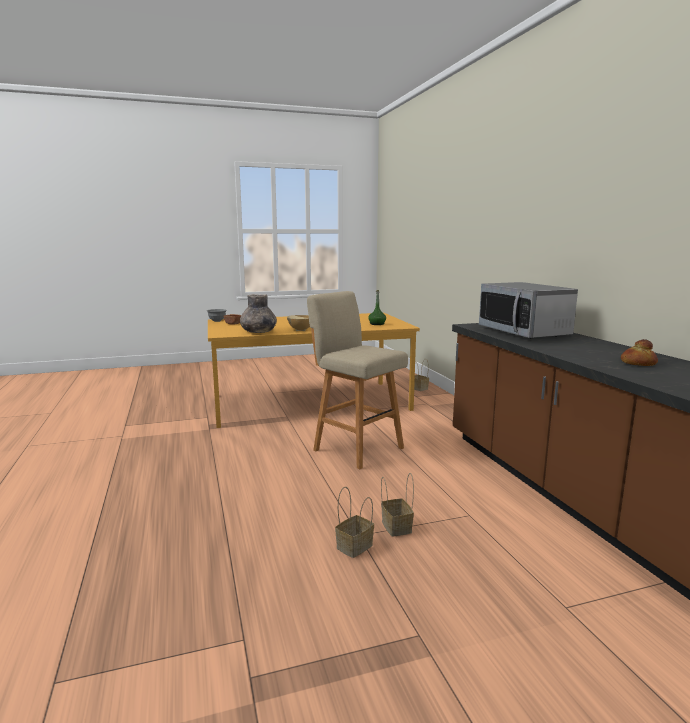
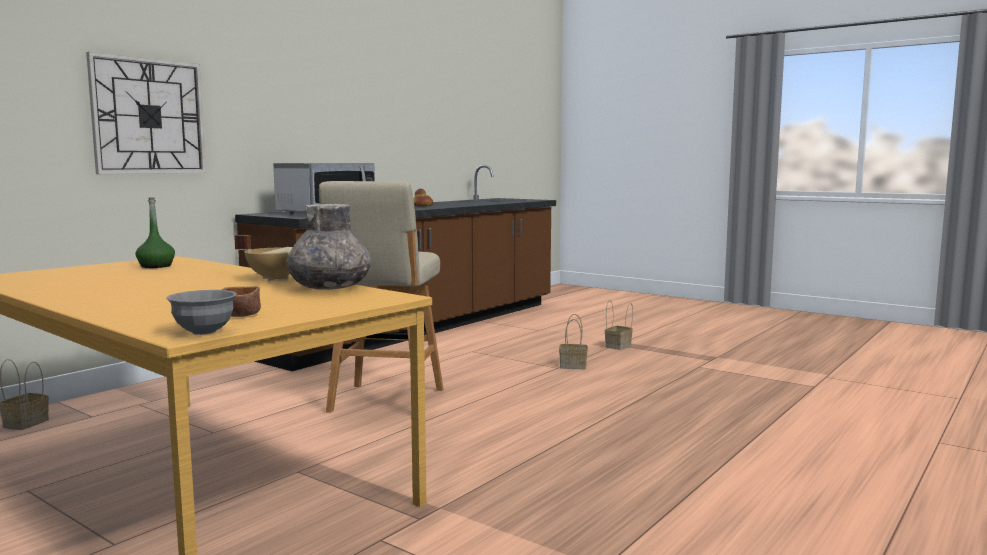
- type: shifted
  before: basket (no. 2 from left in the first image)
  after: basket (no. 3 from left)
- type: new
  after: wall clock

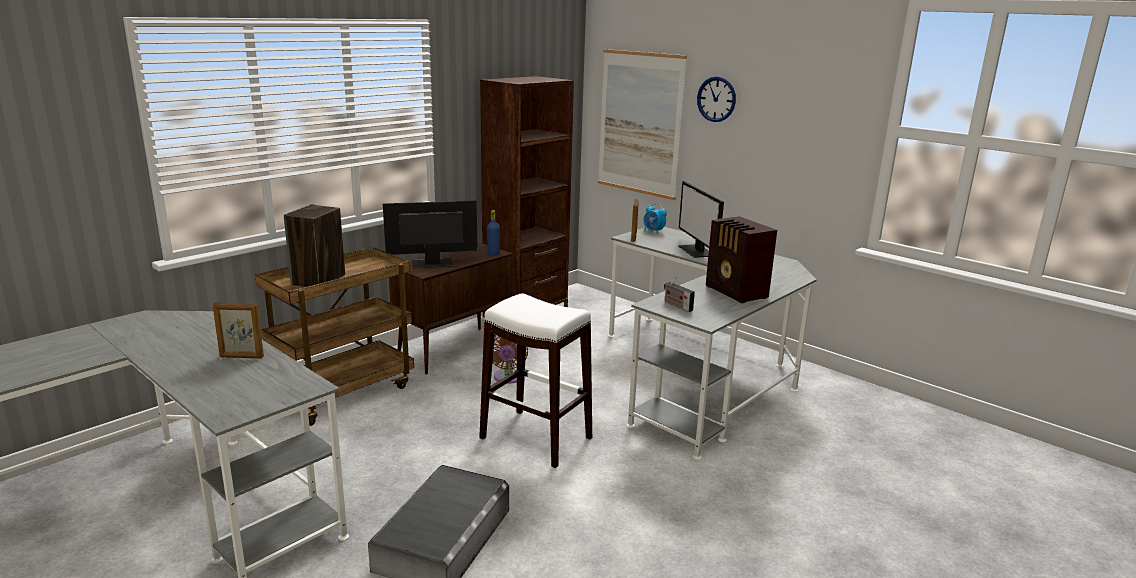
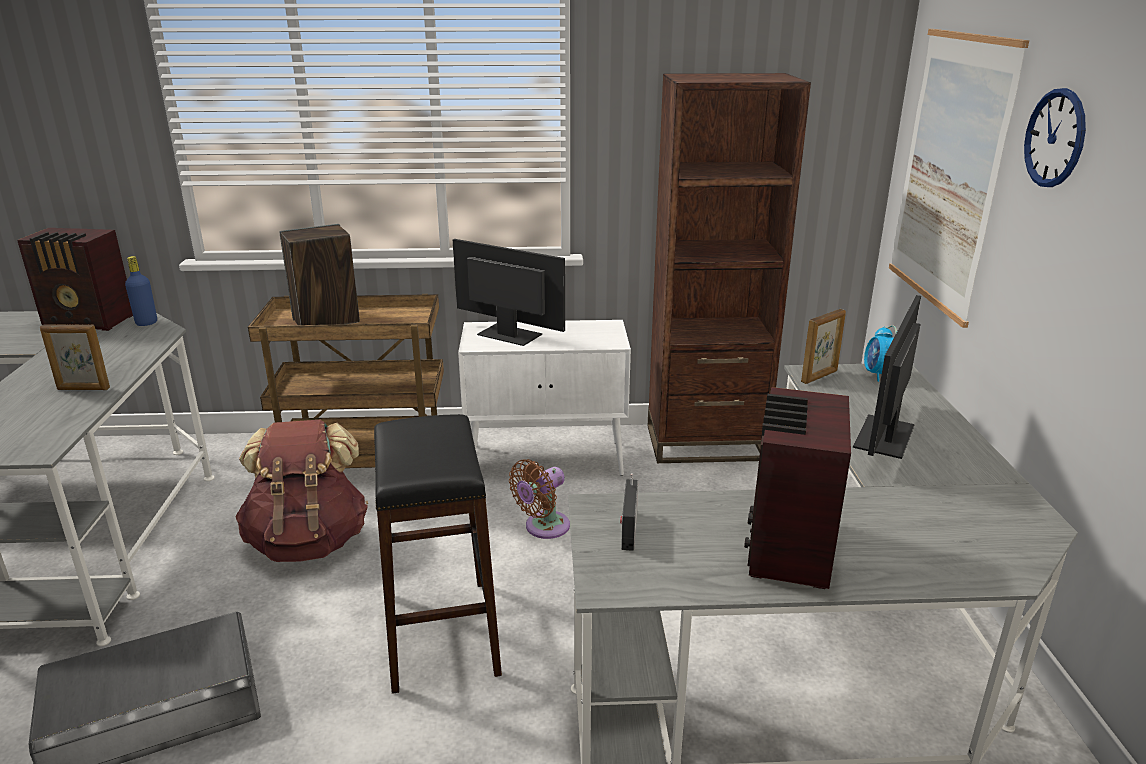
- type: rotated
  before: picture frame (no. 1 from left)
  turn: -45
- type: repainted
  before: cabinet/brown
  after: cabinet/white
- type: repainted
  before: stool/white
  after: stool/black
- type: shifted
  before: bottle/blue
- type: new
  after: radio (no. 1 from left)
- type: new
  after: backpack/brown

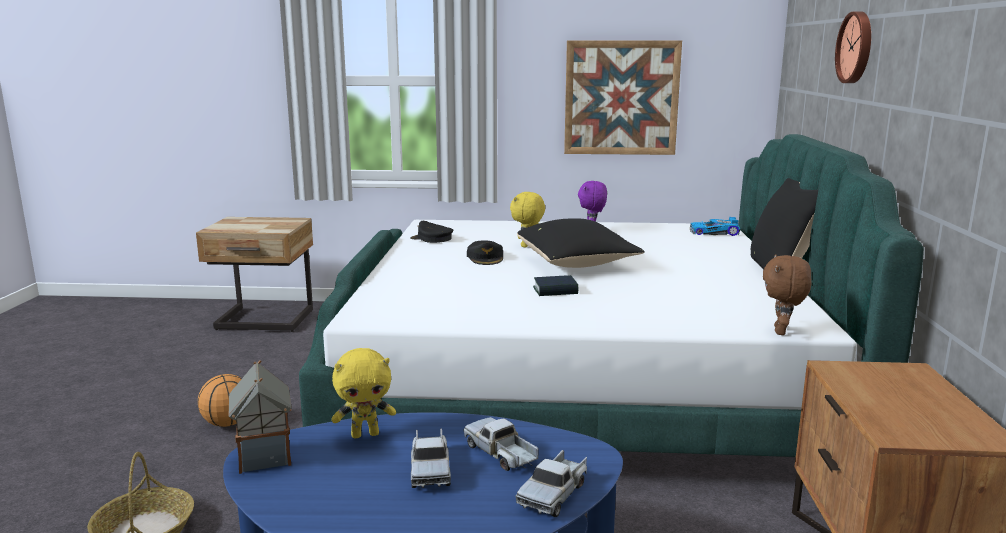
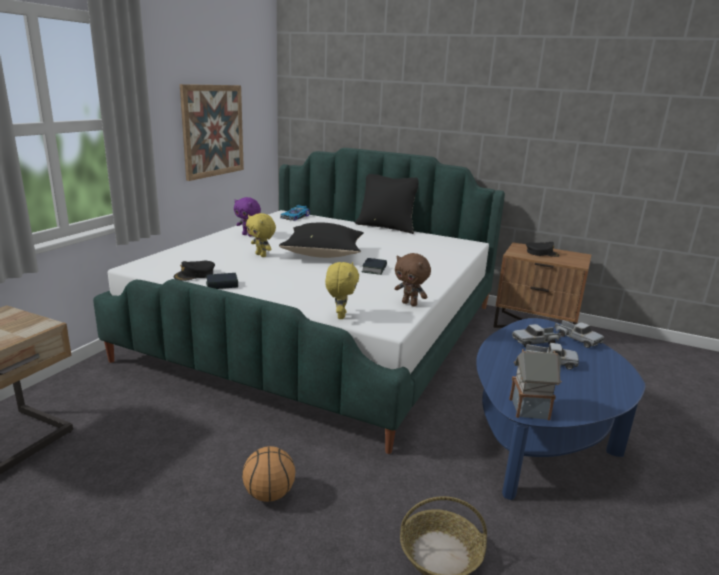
- type: shifted
  before: plush toy/yellow (no. 1 from left in the first image)
  after: plush toy/yellow (no. 2 from left)
- type: shifted
  before: cap/black (no. 2 from left)
- type: shifted
  before: plush toy/brown
- type: gone
  before: wall clock
- type: new
  after: book (no. 1 from left)

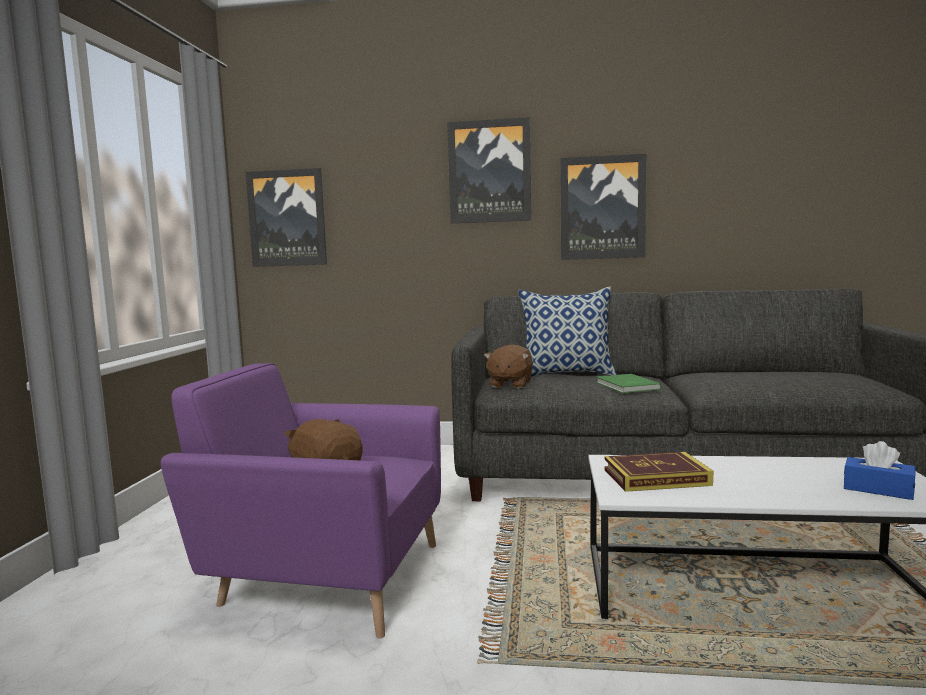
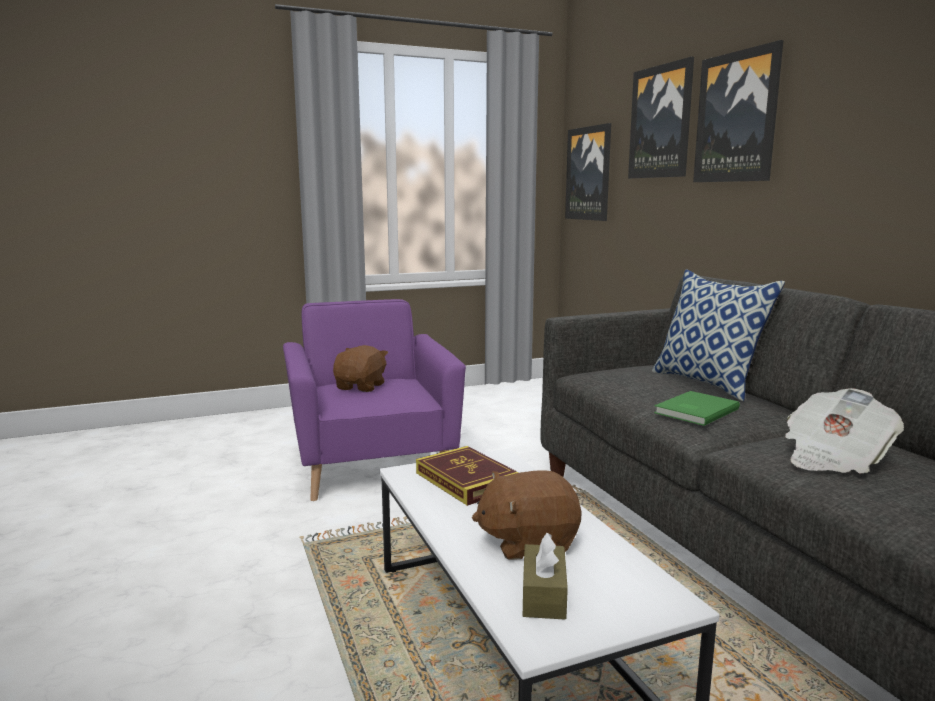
- type: shifted
  before: plush toy/brown (no. 2 from left)
- type: shifted
  before: picture (no. 3 from left in the first image)
  after: picture (no. 2 from left)
- type: repainted
  before: tissue box/blue
  after: tissue box/brown
- type: new
  after: newspaper

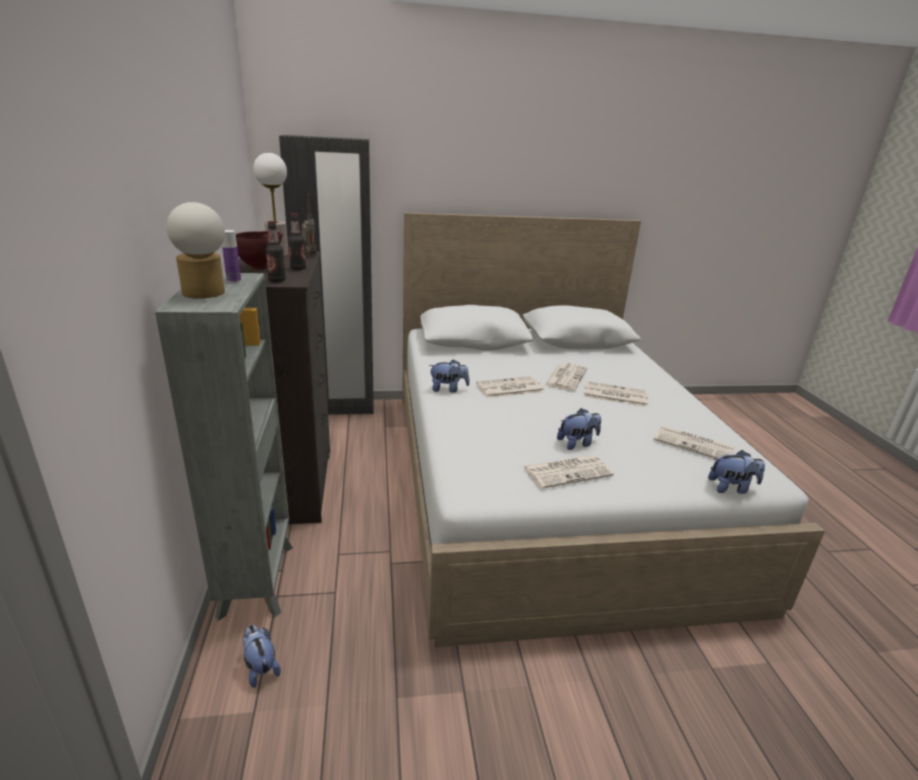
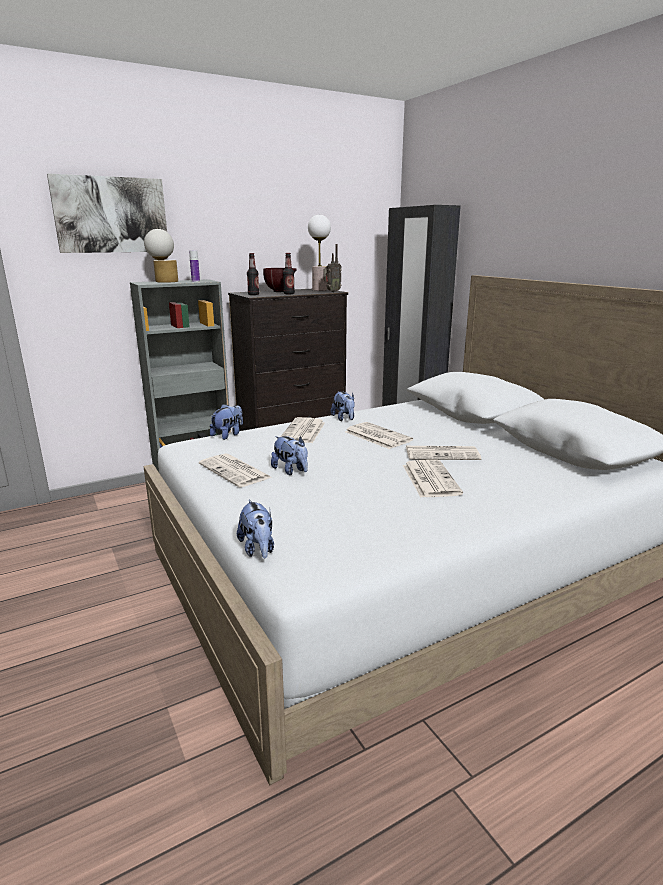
- type: shifted
  before: plush toy (no. 1 from left)
- type: shifted
  before: newspaper (no. 5 from left in the first image)
  after: newspaper (no. 2 from left)
- type: new
  after: picture

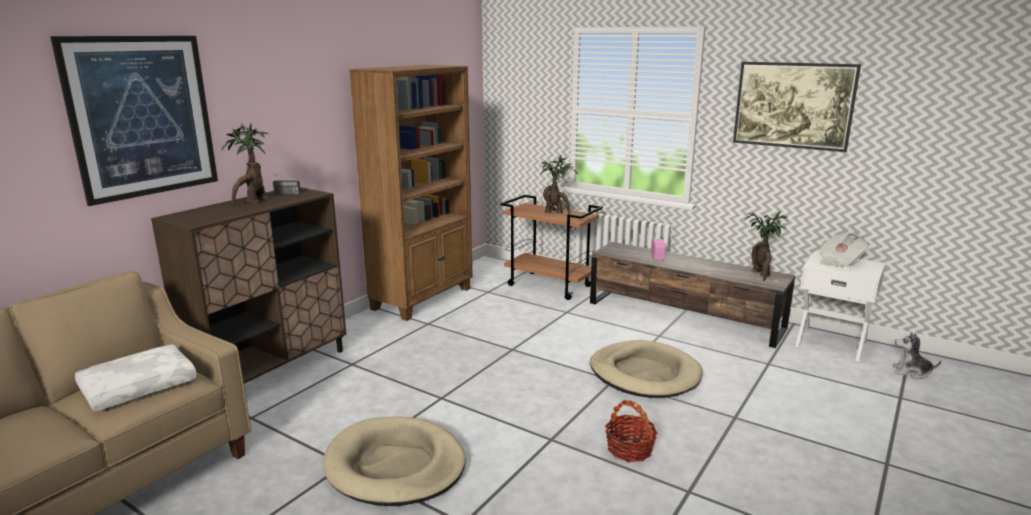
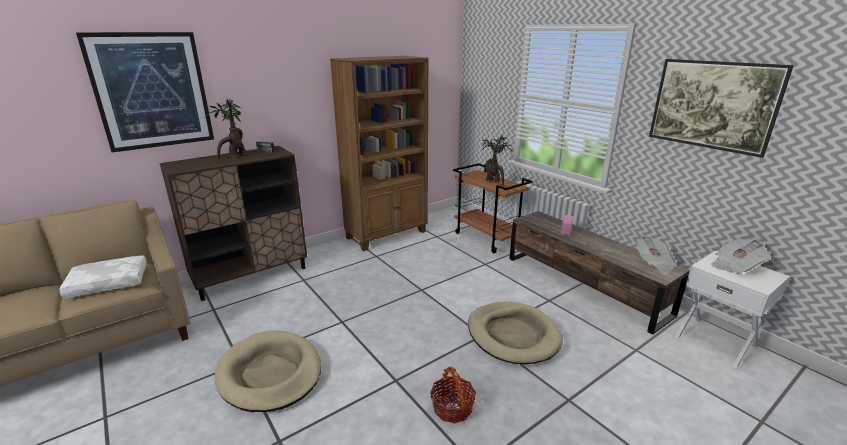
- type: swapped
  before: potted plant (no. 3 from left)
  after: newspaper (no. 1 from left)
- type: gone
  before: plush toy

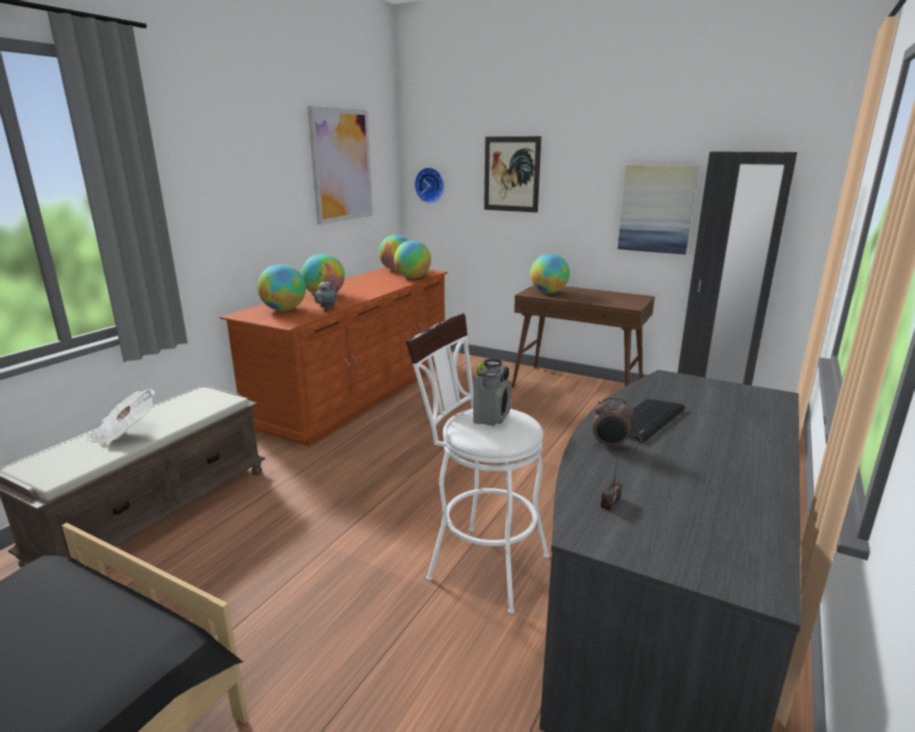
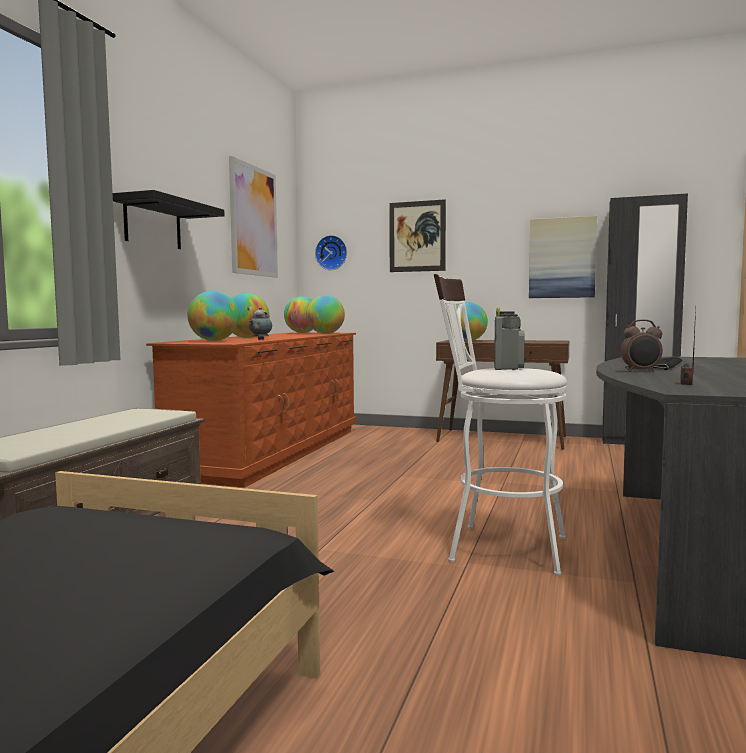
- type: gone
  before: newspaper
- type: new
  after: shelf/black

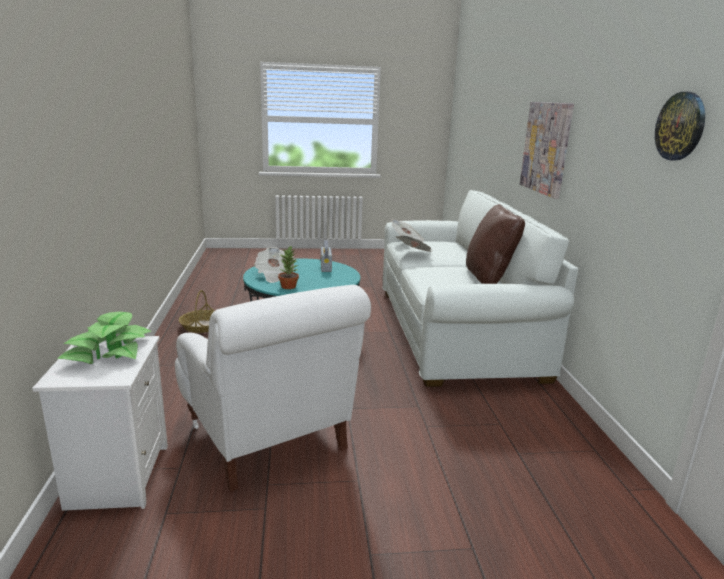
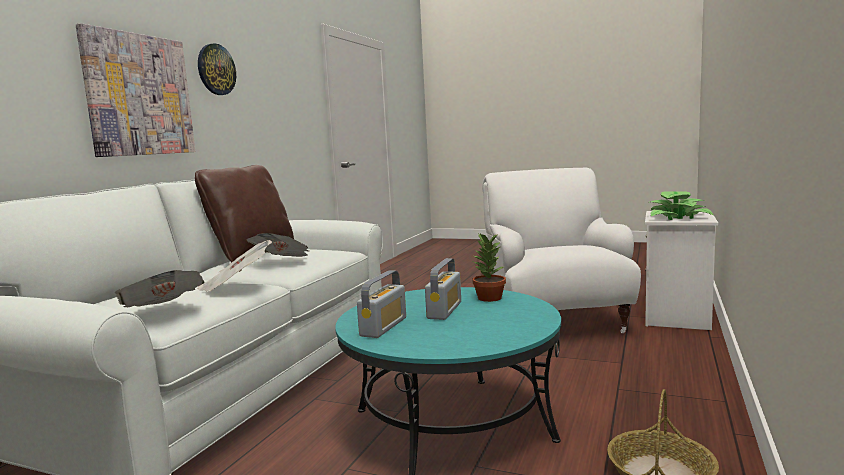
- type: shifted
  before: newspaper (no. 1 from left in the first image)
  after: newspaper (no. 3 from left)
- type: shifted
  before: wall clock
- type: new
  after: radio (no. 2 from left)

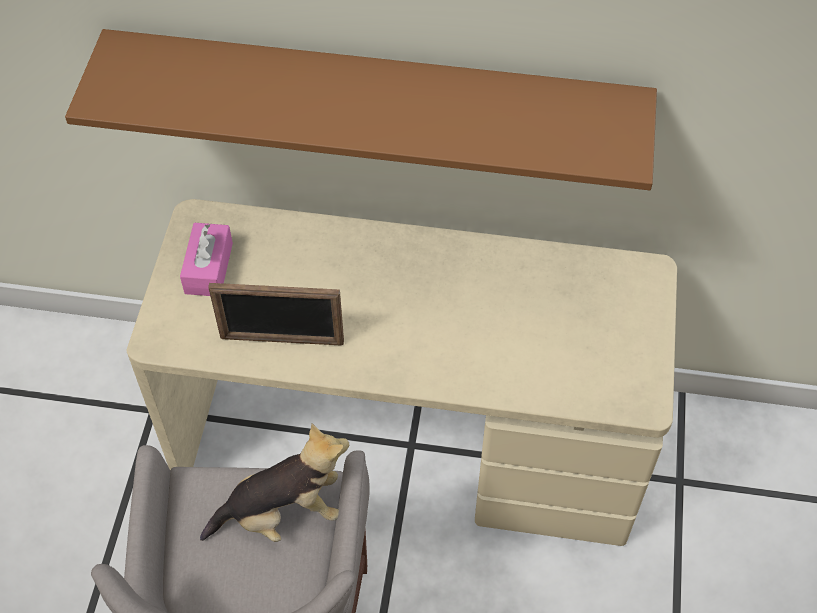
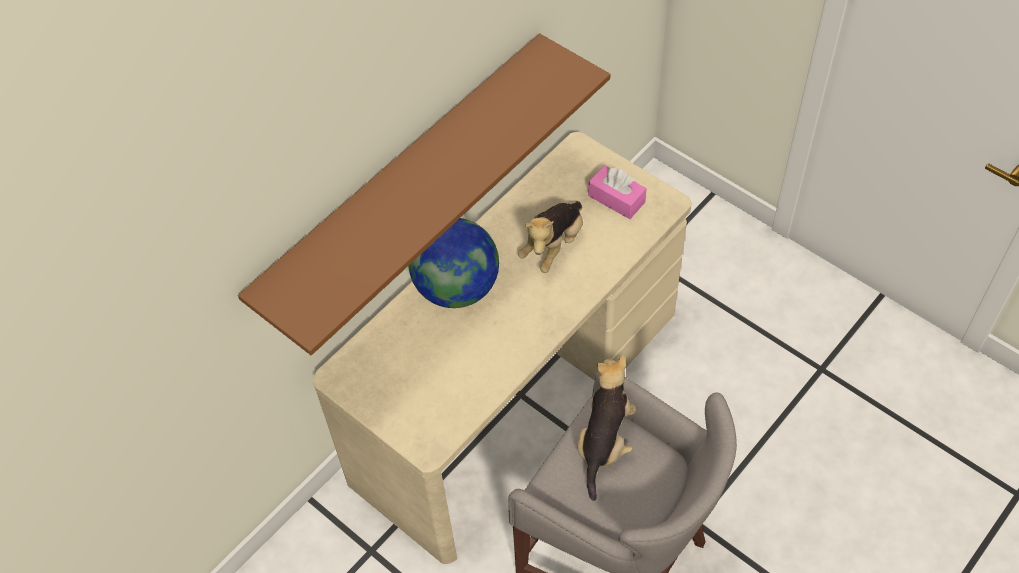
- type: shifted
  before: tissue box/pink
- type: gone
  before: picture frame
- type: new
  after: globe
- type: new
  after: plush toy (no. 1 from left)

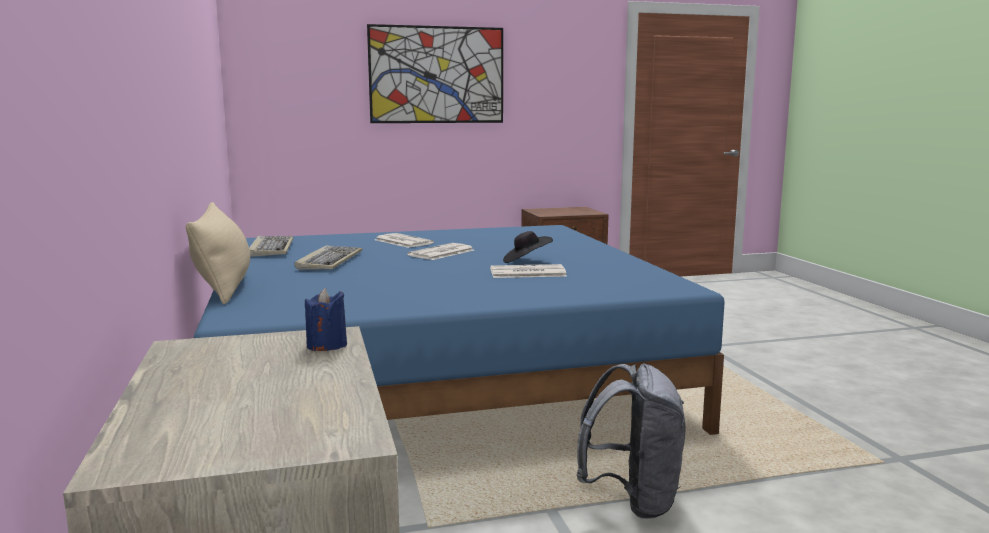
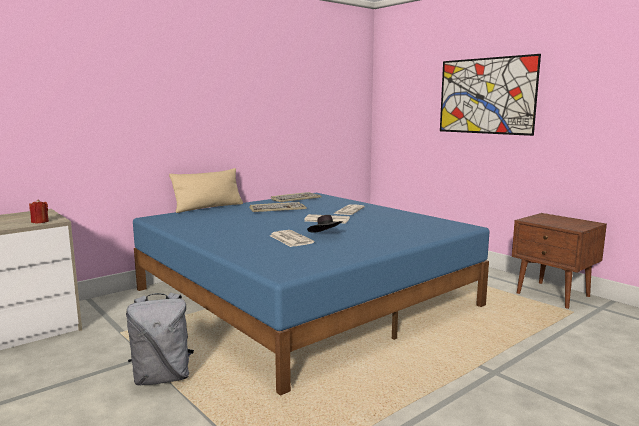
- type: repainted
  before: candle/blue
  after: candle/red

